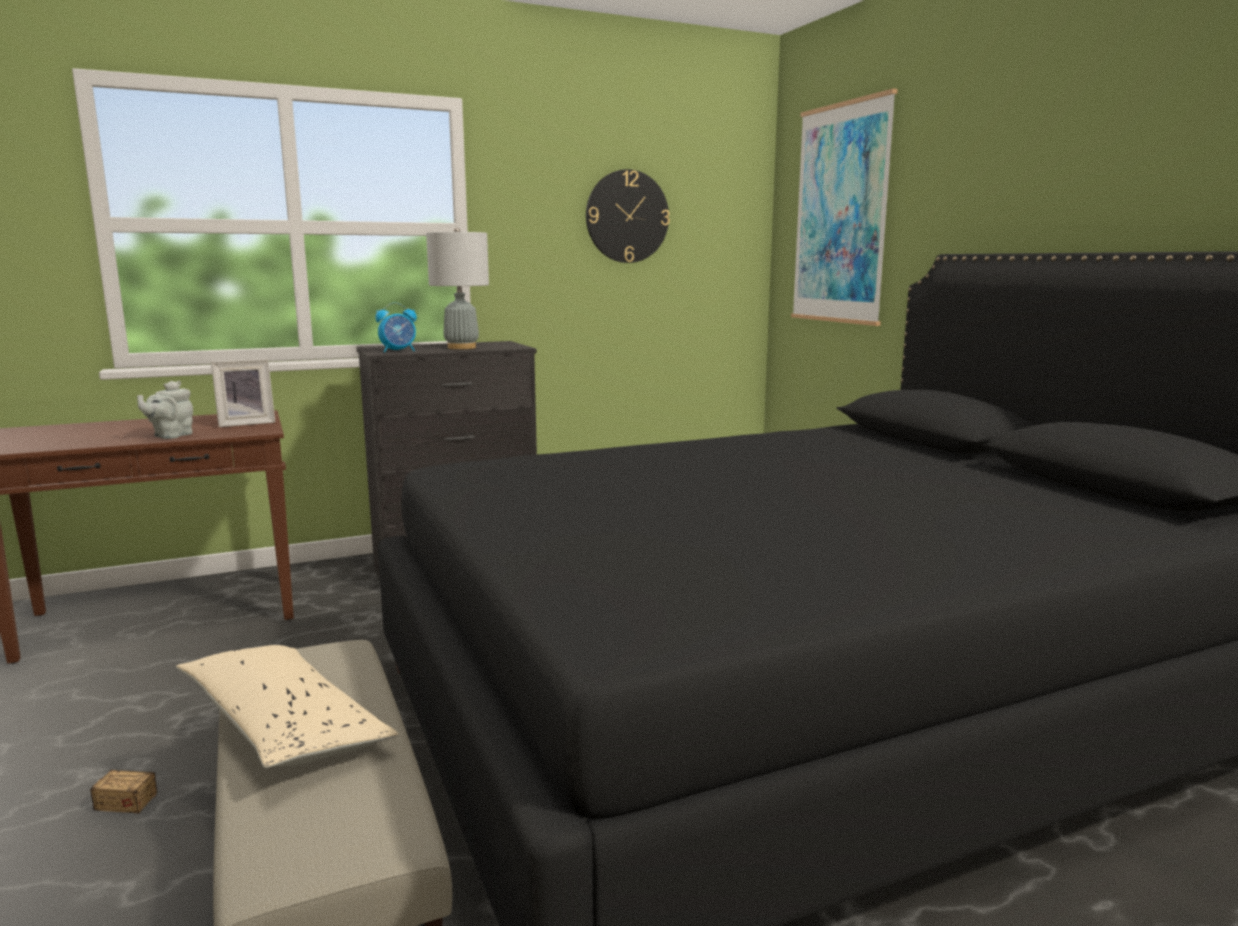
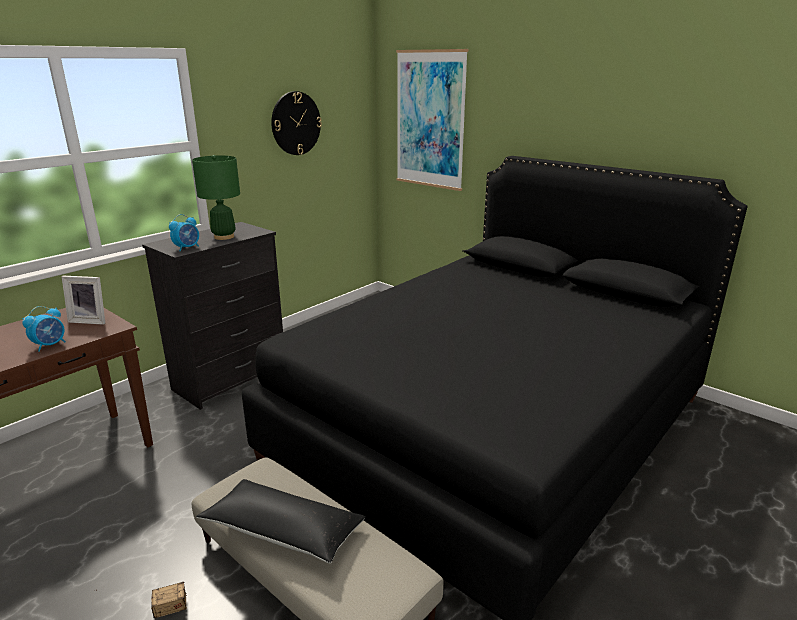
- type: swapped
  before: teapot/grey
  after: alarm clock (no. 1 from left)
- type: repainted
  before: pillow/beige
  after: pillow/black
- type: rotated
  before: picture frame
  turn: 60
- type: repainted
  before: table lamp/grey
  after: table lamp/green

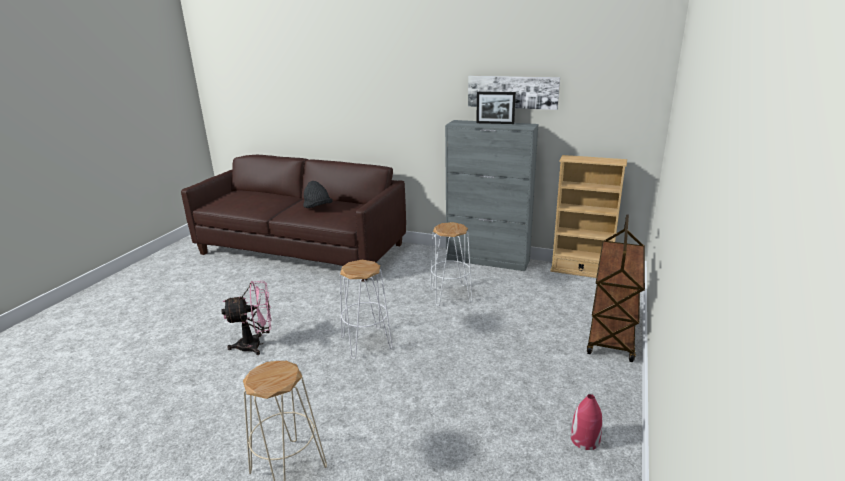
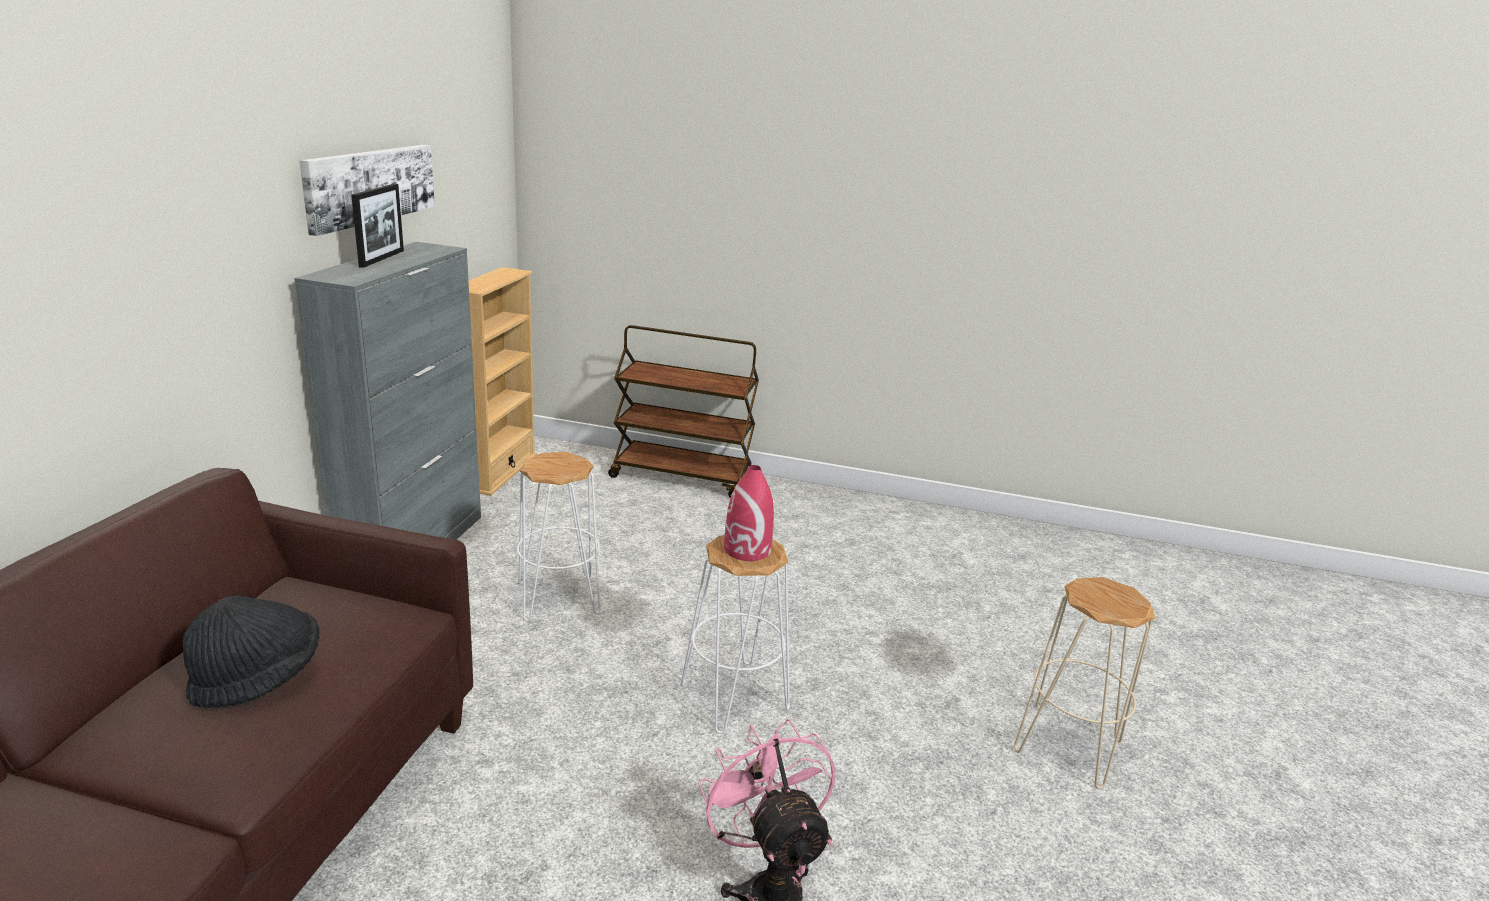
- type: shifted
  before: vase/red

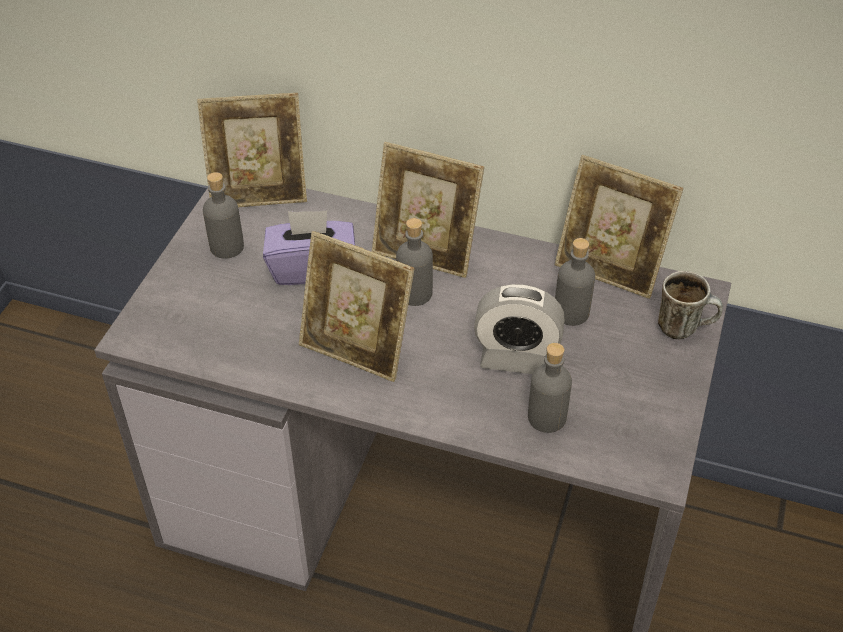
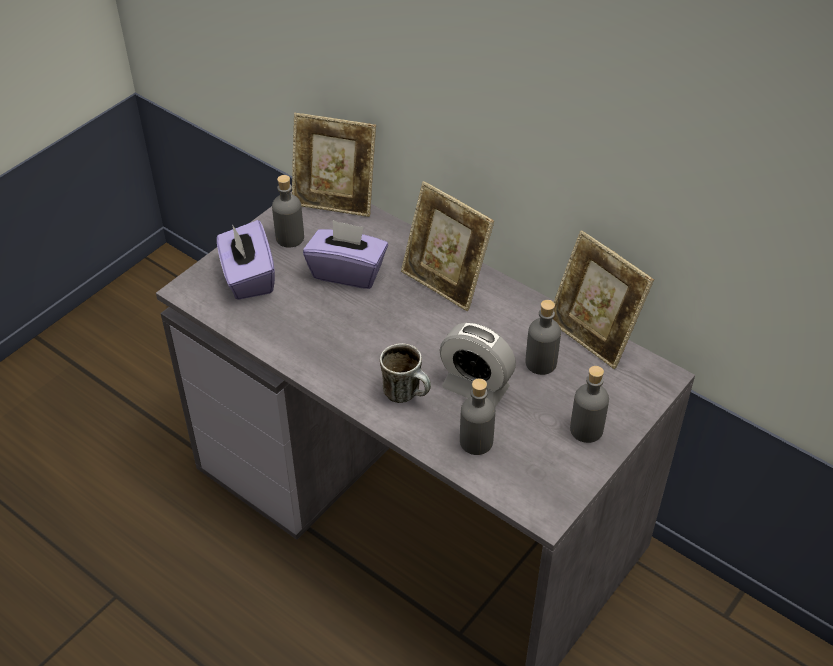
- type: gone
  before: picture frame (no. 2 from left)
- type: shifted
  before: bottle/grey (no. 2 from left in the first image)
  after: bottle/grey (no. 4 from left)
- type: shifted
  before: mug
- type: new
  after: tissue box/purple (no. 1 from left)

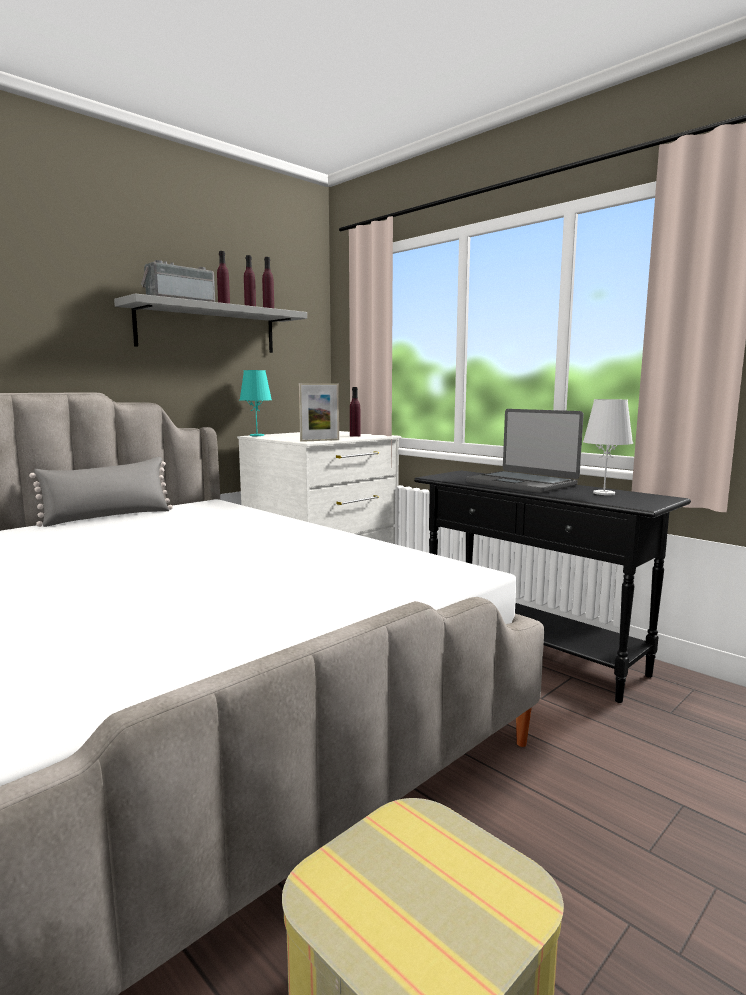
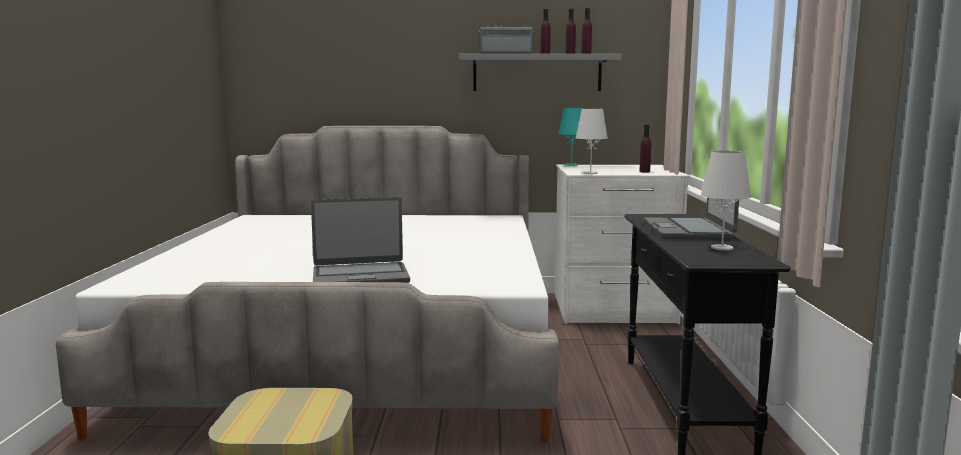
- type: gone
  before: pillow/grey
- type: swapped
  before: picture frame
  after: table lamp/white (no. 1 from left)
- type: new
  after: laptop (no. 1 from left)

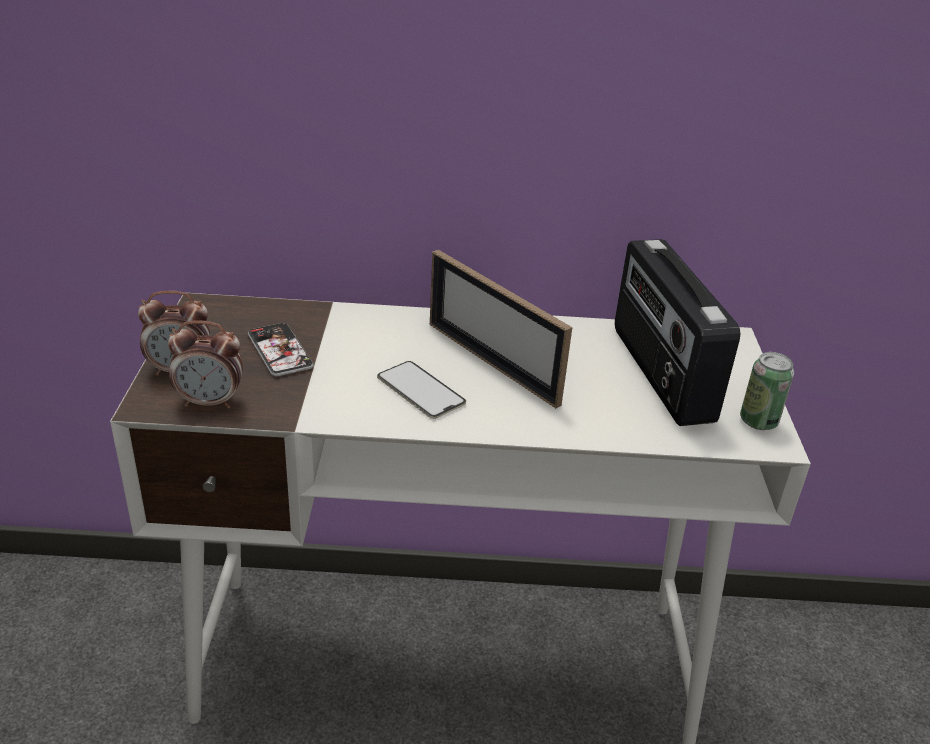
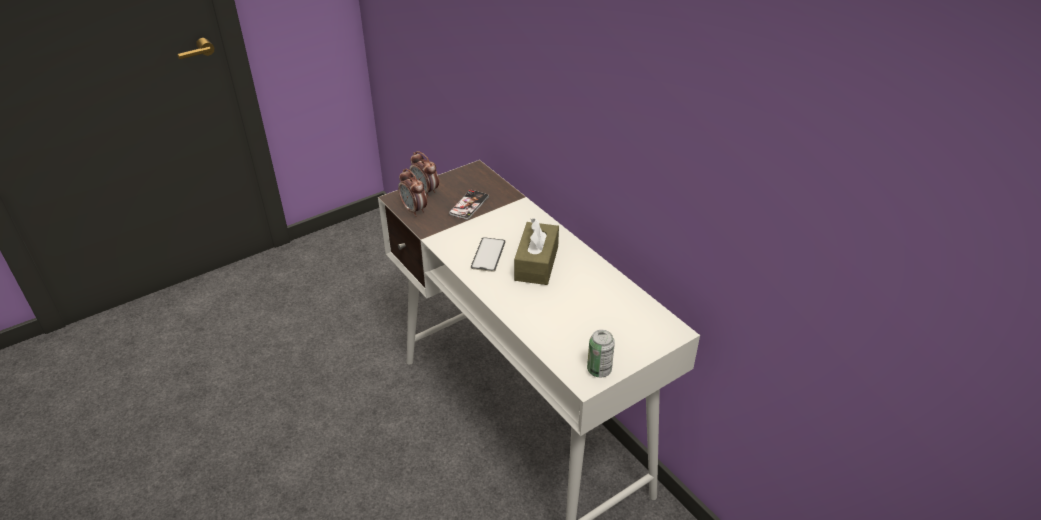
- type: swapped
  before: picture frame
  after: tissue box/brown
- type: gone
  before: radio

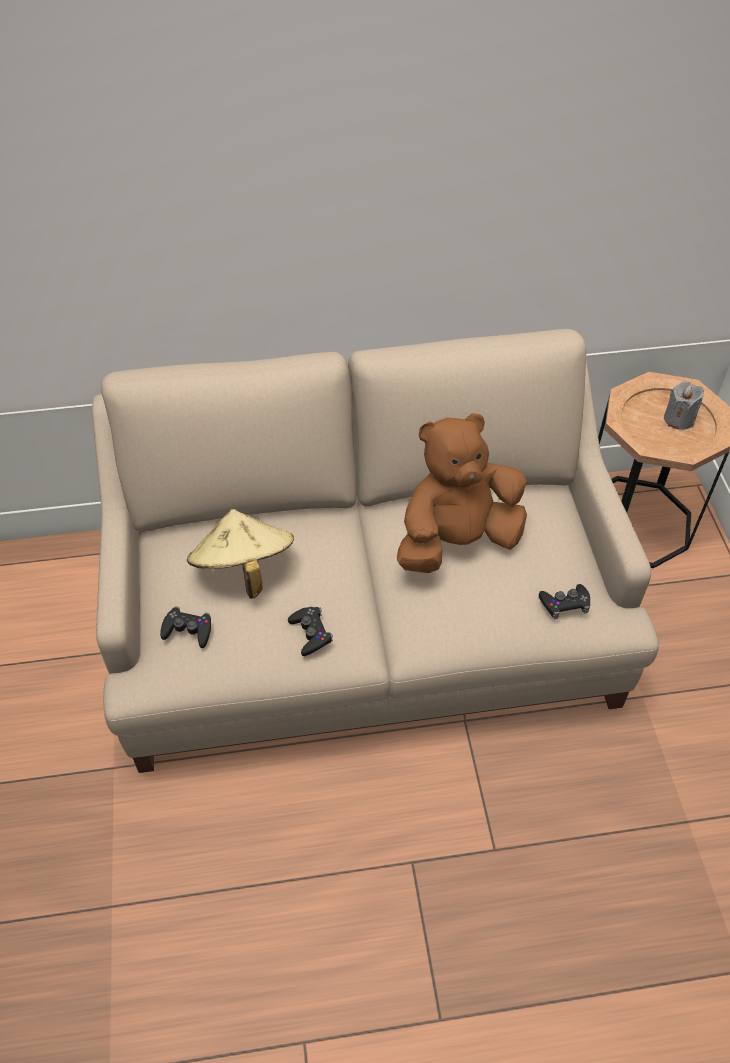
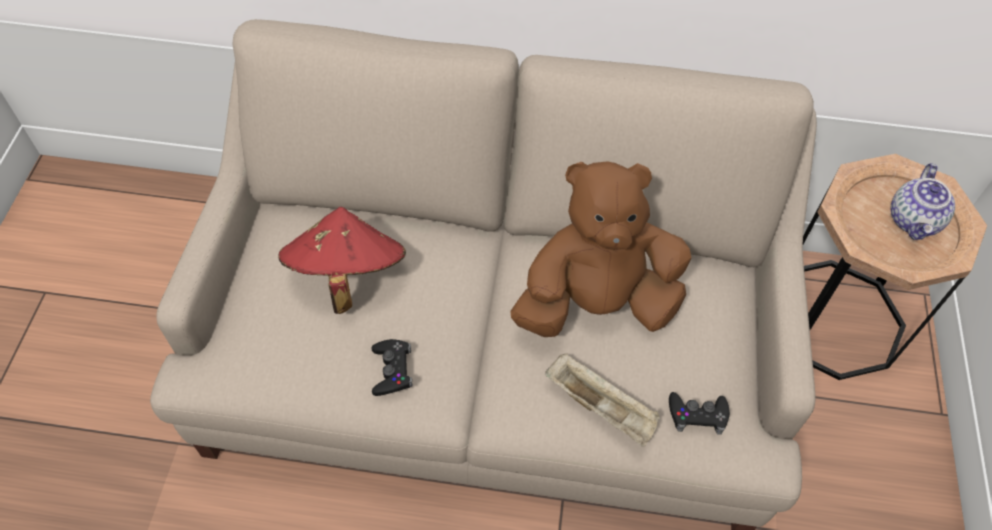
- type: gone
  before: game controller/black (no. 1 from left)
- type: repainted
  before: hat/beige
  after: hat/red
- type: swapped
  before: candle/grey
  after: teapot
- type: new
  after: tray/beige

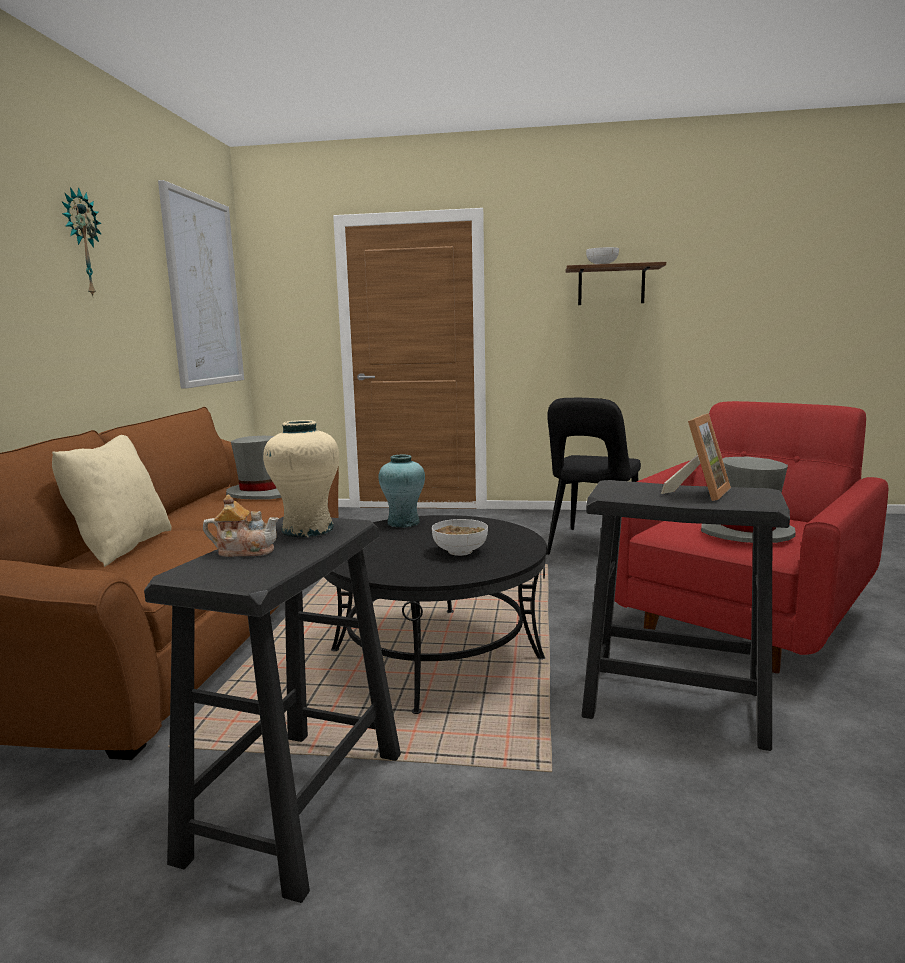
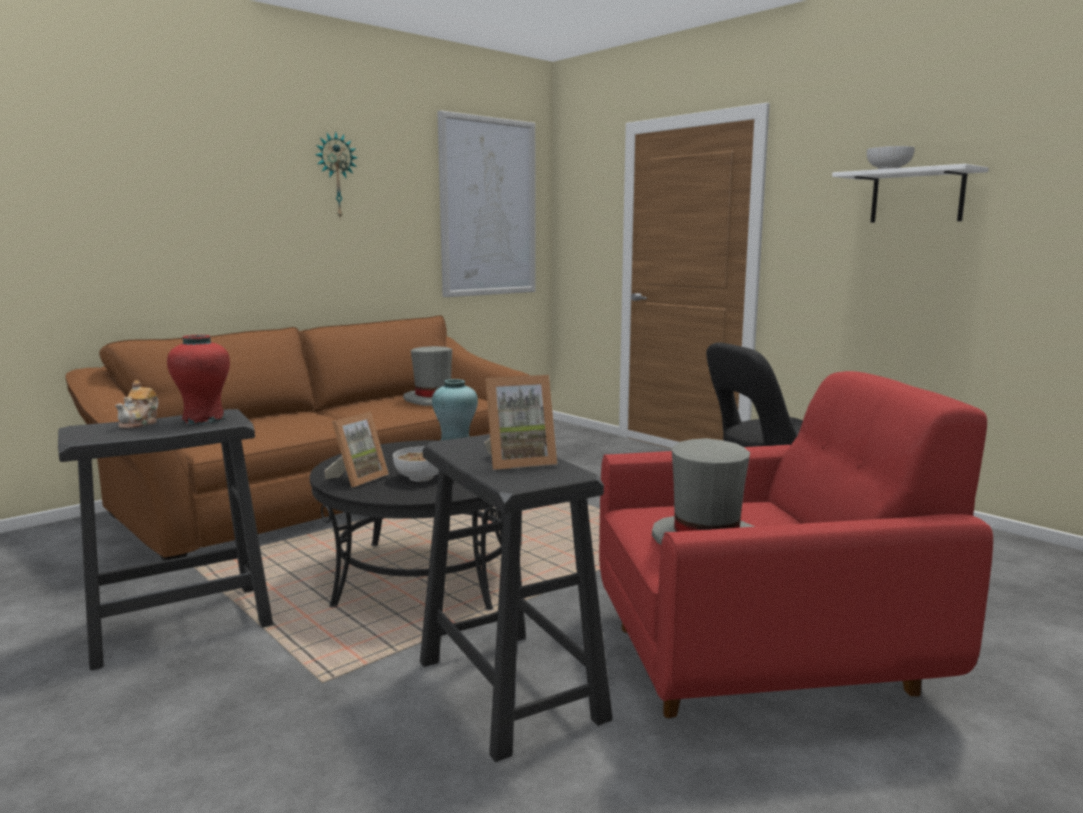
- type: gone
  before: pillow/beige
- type: rotated
  before: teapot
  turn: 60
- type: repainted
  before: vase/beige
  after: vase/red
- type: repainted
  before: shelf/brown
  after: shelf/white
- type: new
  after: picture frame (no. 1 from left)

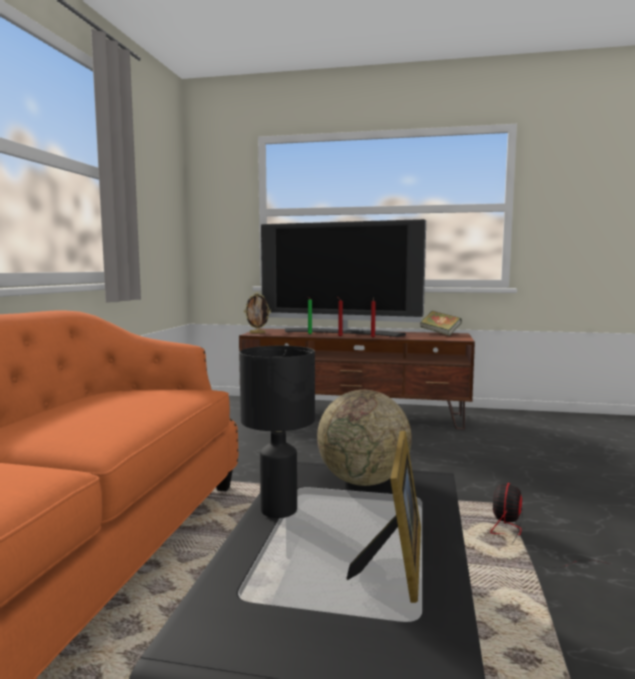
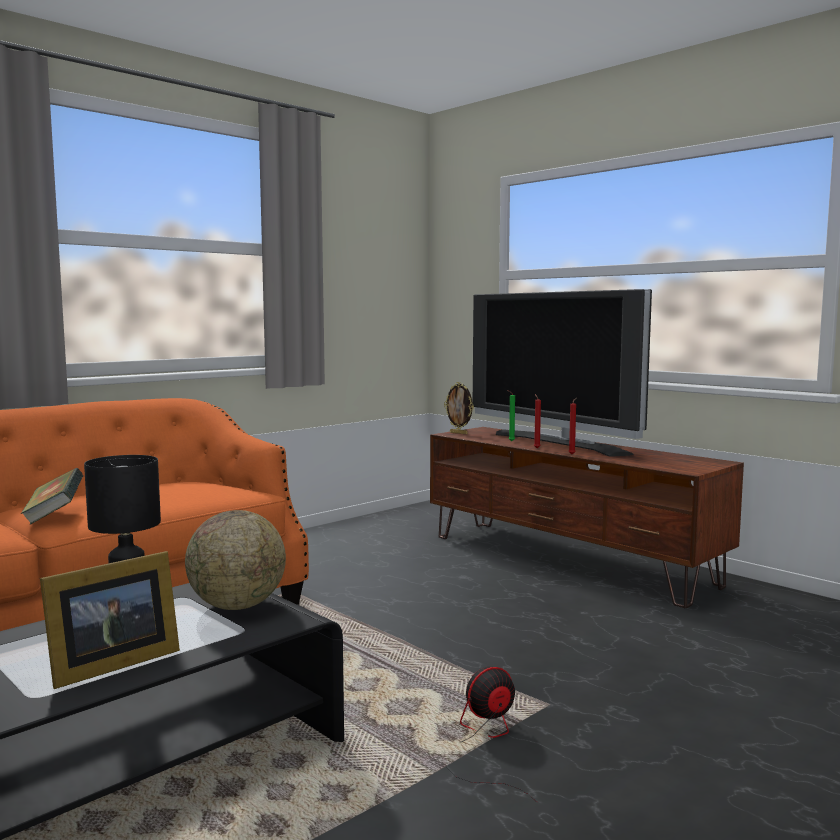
- type: shifted
  before: book

